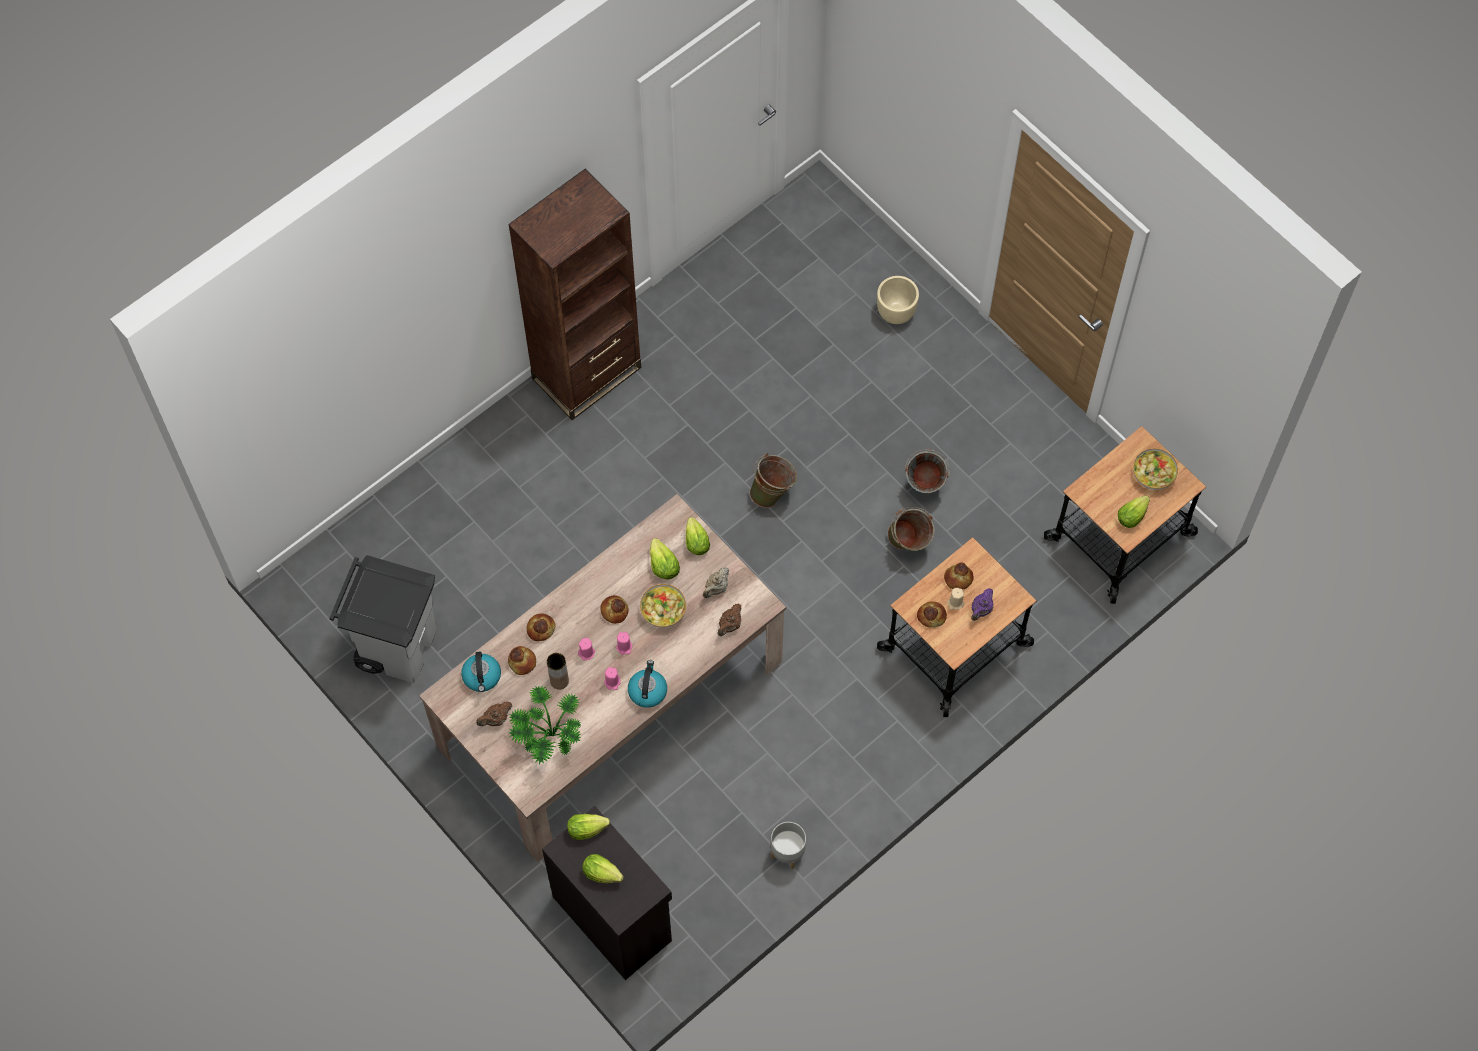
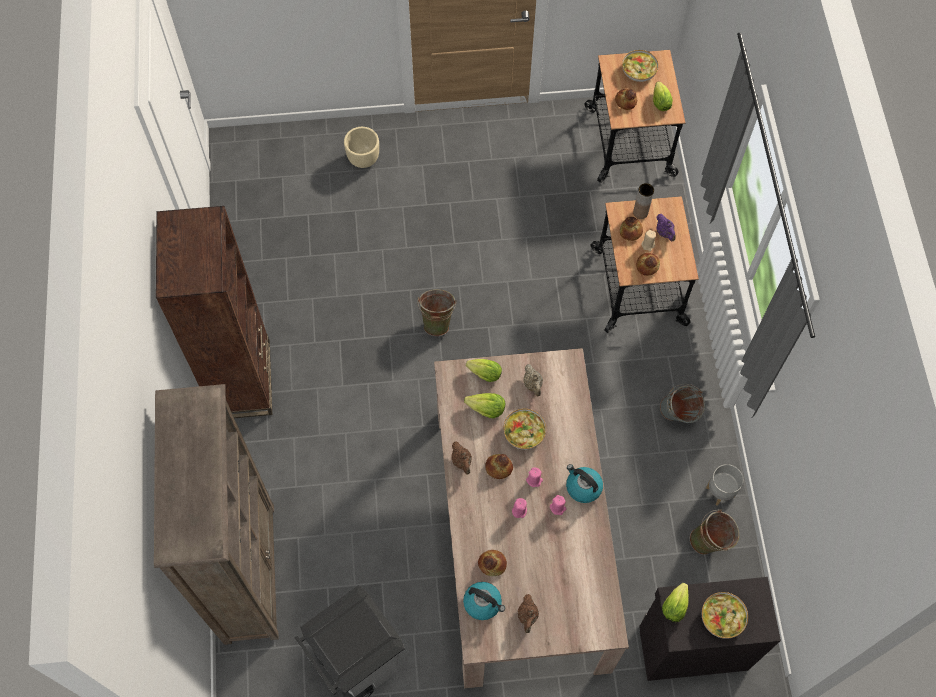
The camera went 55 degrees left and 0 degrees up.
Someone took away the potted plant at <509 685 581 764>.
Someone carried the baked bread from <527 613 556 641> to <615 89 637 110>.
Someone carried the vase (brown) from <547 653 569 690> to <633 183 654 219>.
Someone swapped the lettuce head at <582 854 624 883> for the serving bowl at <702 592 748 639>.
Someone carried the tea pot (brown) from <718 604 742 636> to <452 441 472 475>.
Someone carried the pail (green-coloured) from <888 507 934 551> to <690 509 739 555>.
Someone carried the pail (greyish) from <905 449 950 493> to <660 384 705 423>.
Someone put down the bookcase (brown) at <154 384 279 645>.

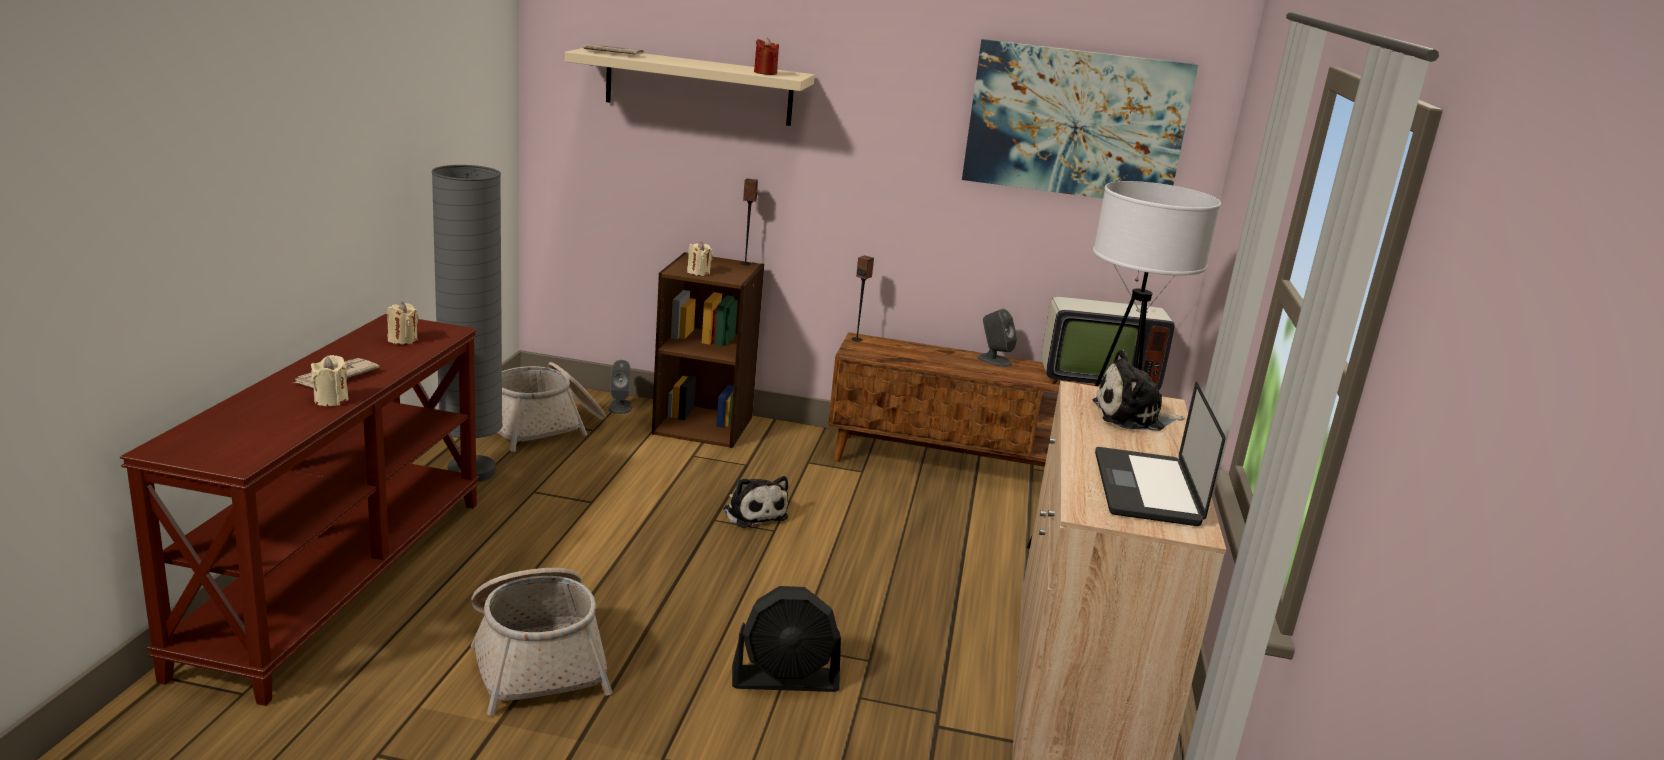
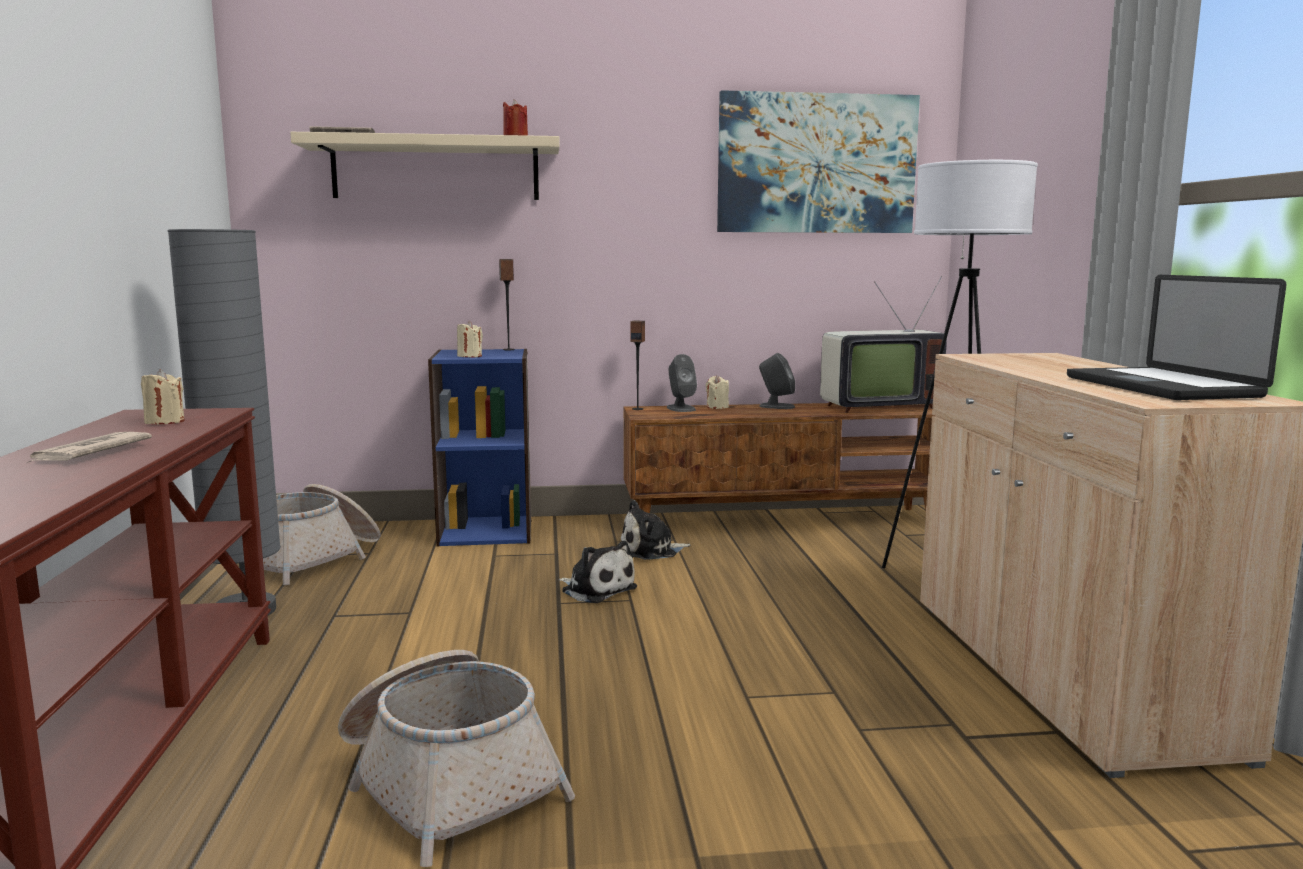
The camera went 15 degrees left and 10 degrees down.
Someone carried the wax light (sand-coloured) from <311 355 349 406> to <706 375 729 409>.
Someone carried the audio speaker (greyish) from <608 360 632 414> to <667 354 697 412>.
Someone repainted the bookcase (brown) at <652 252 764 448>, which became the bookcase (blue-coloured) at <428 349 531 546>.
Someone took away the fan (black) at <732 586 841 692>.
Someone carried the soft toy from <1093 350 1185 431> to <621 500 691 560>.

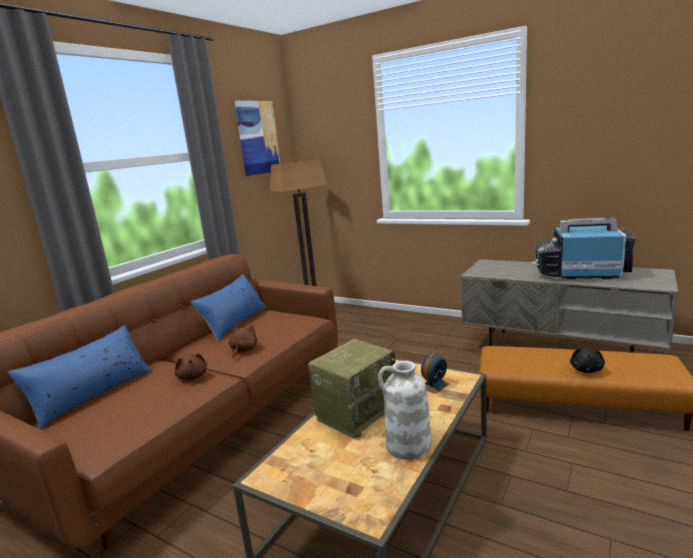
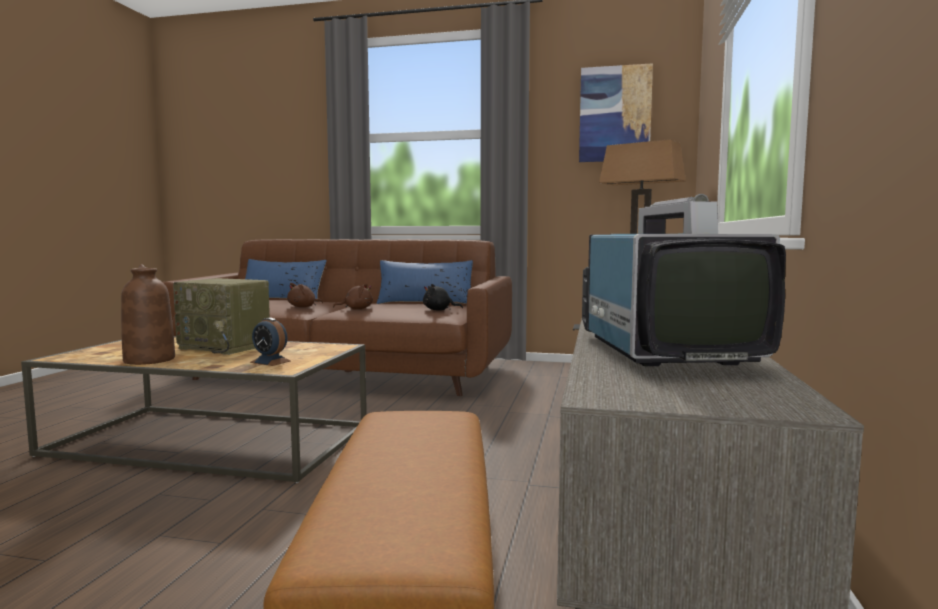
The camera went 70 degrees right and 10 degrees down.
Someone repainted the vase (white-coloured) at <378 361 432 460>, which became the vase (brown) at <121 264 175 365>.
Someone carried the soft toy (black) from <570 347 605 373> to <423 284 463 311>.

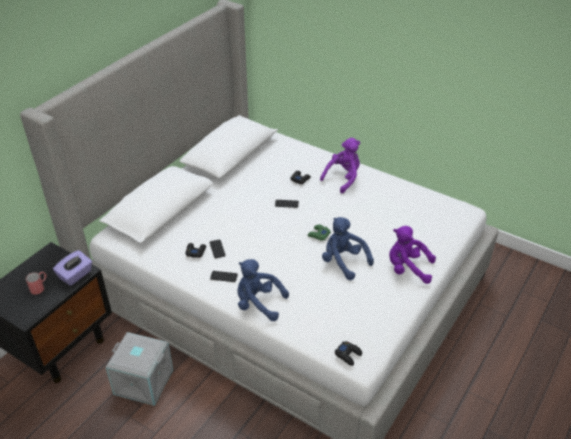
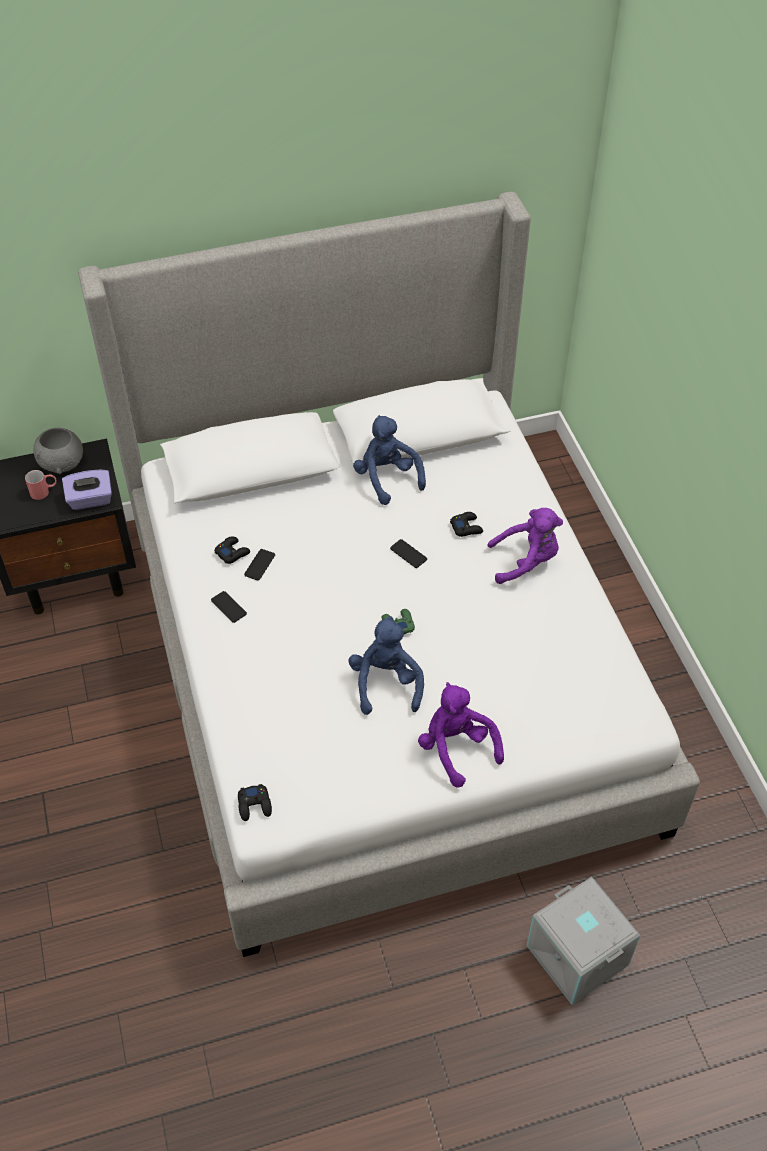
The camera went 40 degrees right and 10 degrees up.
Someone carried the storage box (greyish) from <106 332 173 406> to <526 876 640 1005>.
Someone carried the soft toy (blue-coloured) from <237 259 289 321> to <353 415 426 505>.
Someone put down the serving bowl (greyish) at <33 428 83 474>.

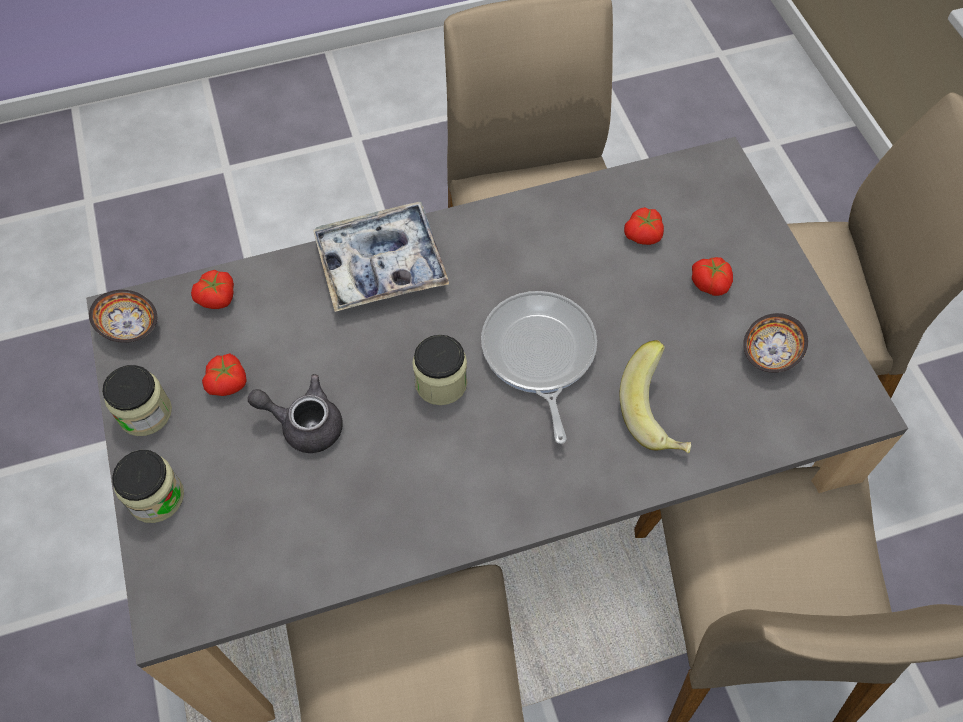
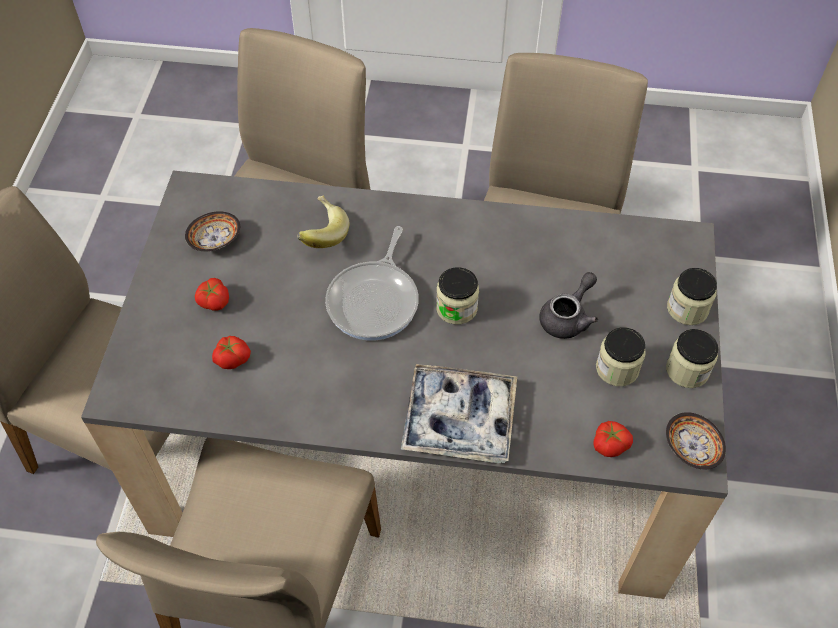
The camera went 155 degrees left and 5 degrees down.
Someone swapped the fresh tomato at <202 354 247 396> for the preserve jar at <596 327 646 386>.
Someone rotated the tea pot (greyish) at <248 374 343 453> by 90 degrees counterclockwise.

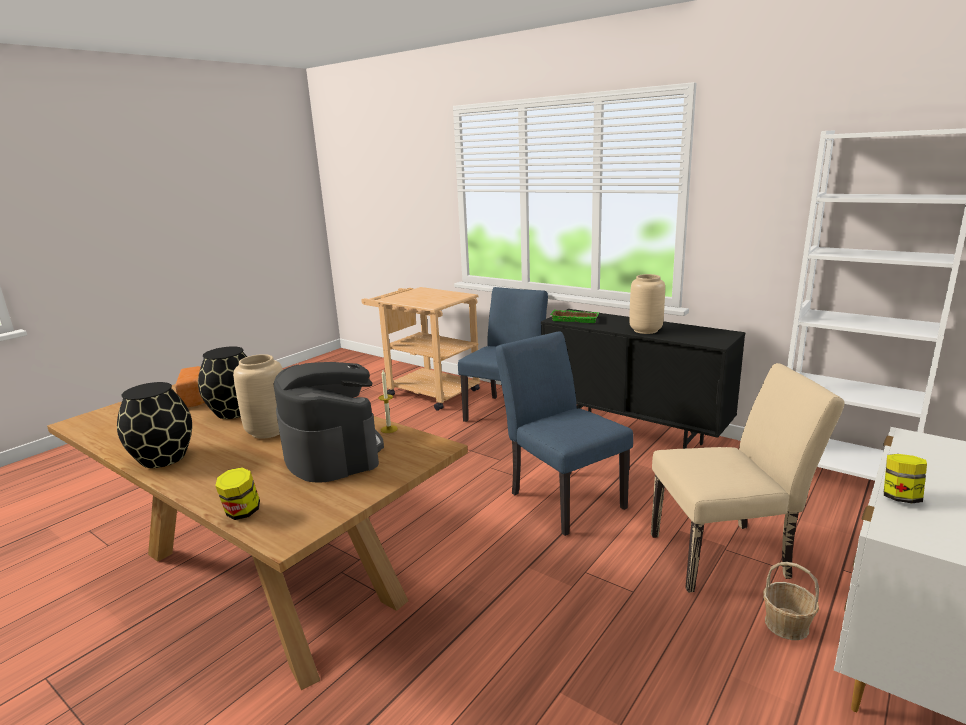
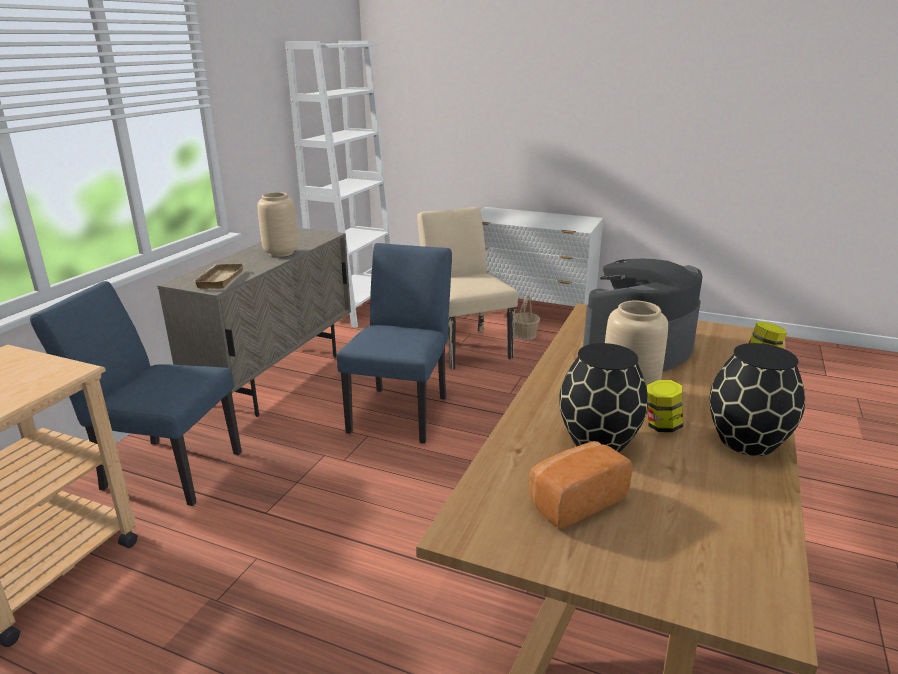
The camera went 105 degrees left and 5 degrees up.
Someone took away the wax light at <379 370 398 433>.
Someone rotated the chair (blue-coloured) at <495 331 633 536> by 150 degrees clockwise.
Someone repainted the cabinet (black) at <541 309 745 449>, which became the cabinet (sand-coloured) at <157 228 351 417>.
Someone repainted the serving tray (green-coloured) at <550 310 600 323>, which became the serving tray (sand-coloured) at <192 263 244 289>.
Someone carried the preserve jar from <884 454 927 503> to <647 380 683 432>.

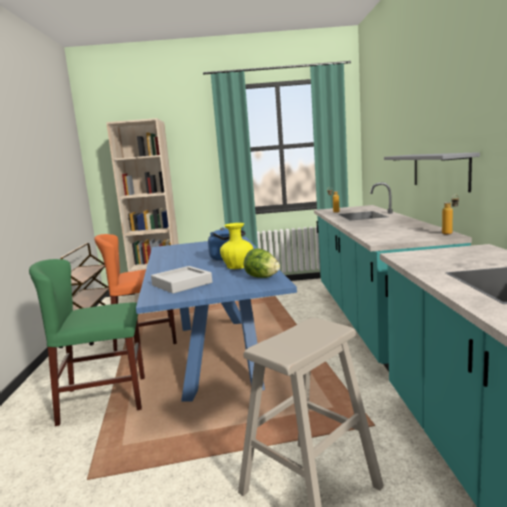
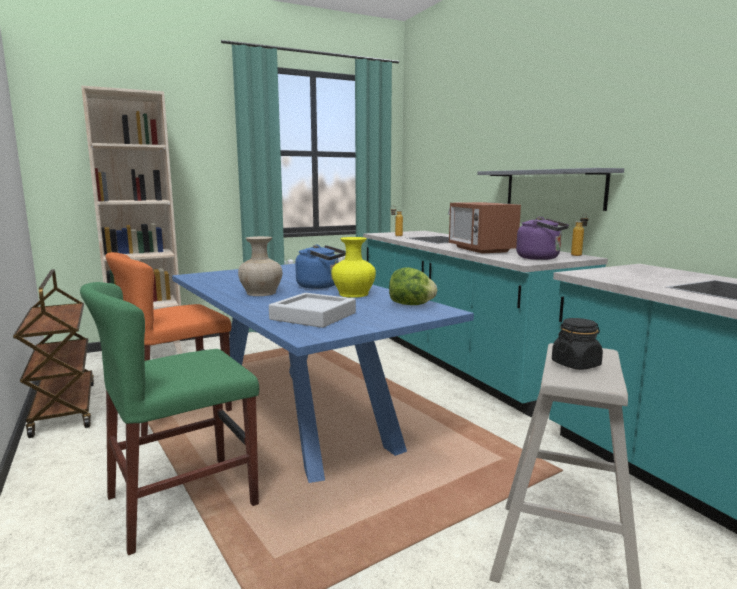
The camera went 25 degrees left and 0 degrees up.
Someone put down the vase (sand-coloured) at <238 236 282 296>.
Someone put down the microwave oven at <449 202 521 253>.
Someone put down the tea kettle (purple-coloured) at <516 217 569 260>.
Someone put down the preserve jar (black) at <552 318 603 370>.

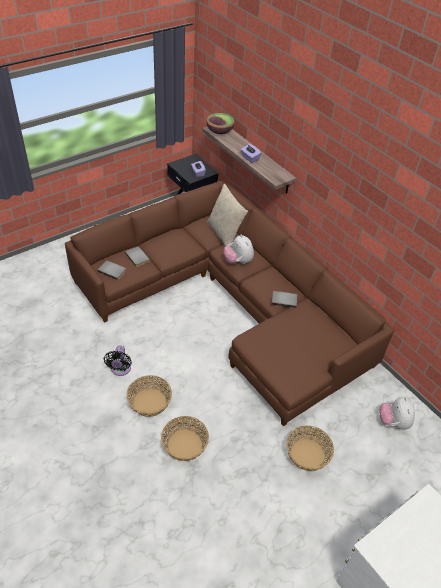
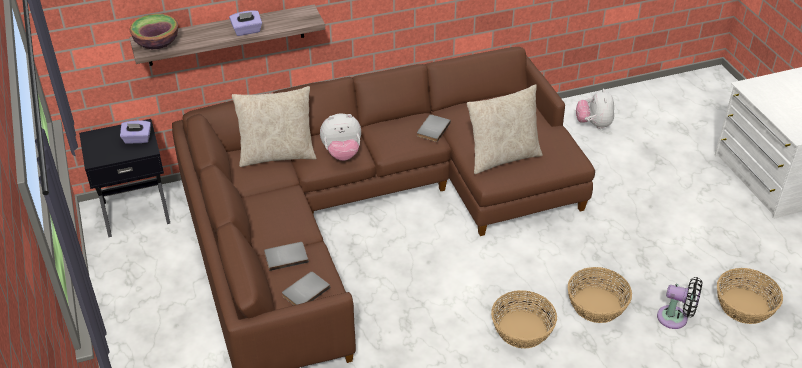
The camera went 70 degrees left and 5 degrees down.
Someone carried the fan (black) from <104 345 132 376> to <657 277 702 329>.
Someone carried the household basket from <286 426 334 471> to <717 268 783 324>.
Someone rotated the soft toy at <379 397 415 430> by 75 degrees clockwise.
Someone put down the throw pillow (sand-coloured) at <467 84 543 174>.

